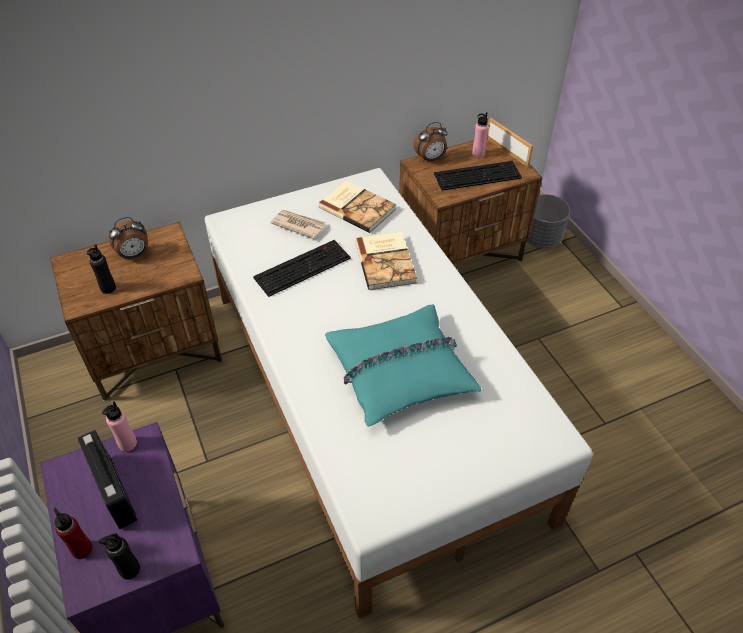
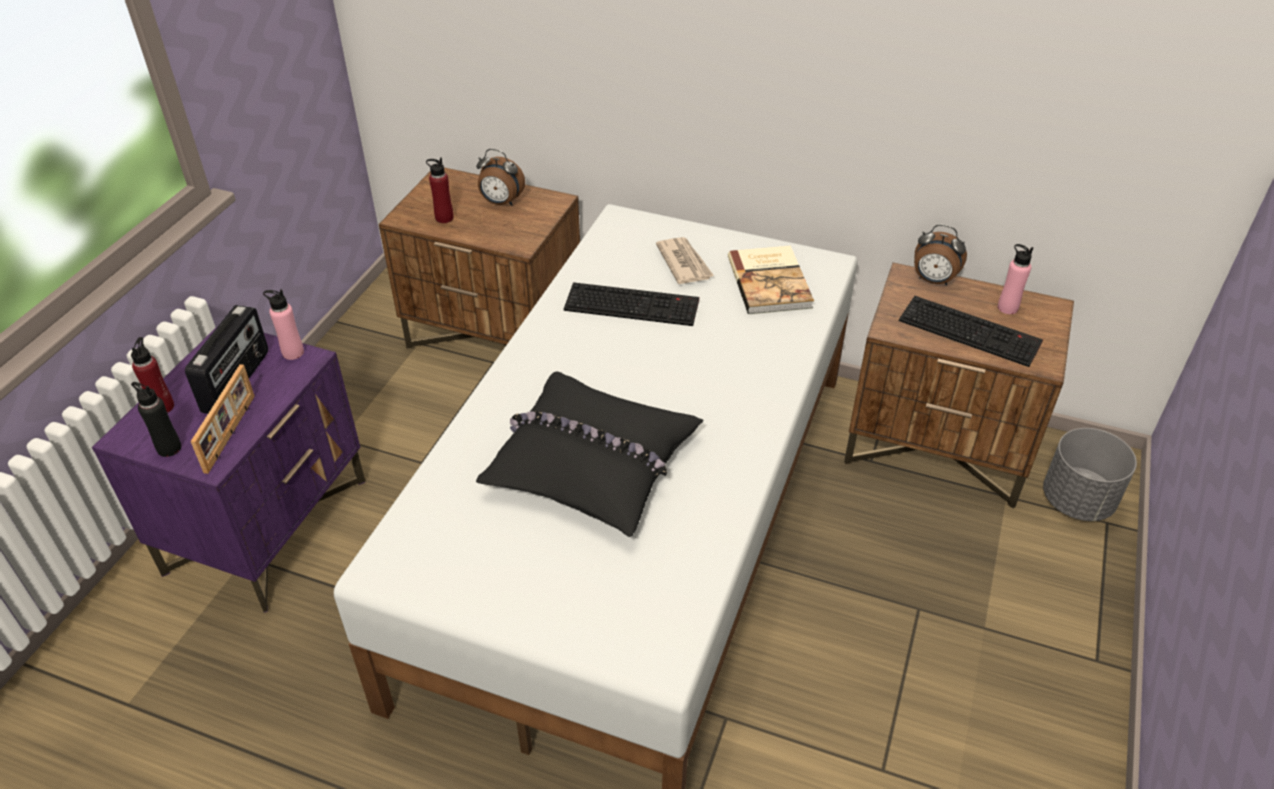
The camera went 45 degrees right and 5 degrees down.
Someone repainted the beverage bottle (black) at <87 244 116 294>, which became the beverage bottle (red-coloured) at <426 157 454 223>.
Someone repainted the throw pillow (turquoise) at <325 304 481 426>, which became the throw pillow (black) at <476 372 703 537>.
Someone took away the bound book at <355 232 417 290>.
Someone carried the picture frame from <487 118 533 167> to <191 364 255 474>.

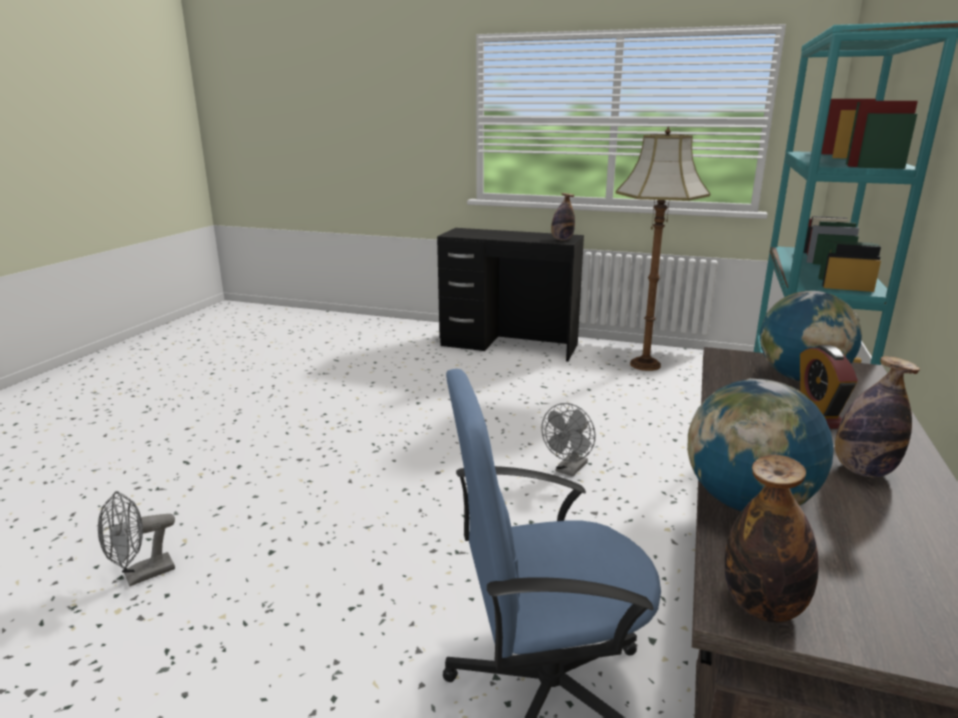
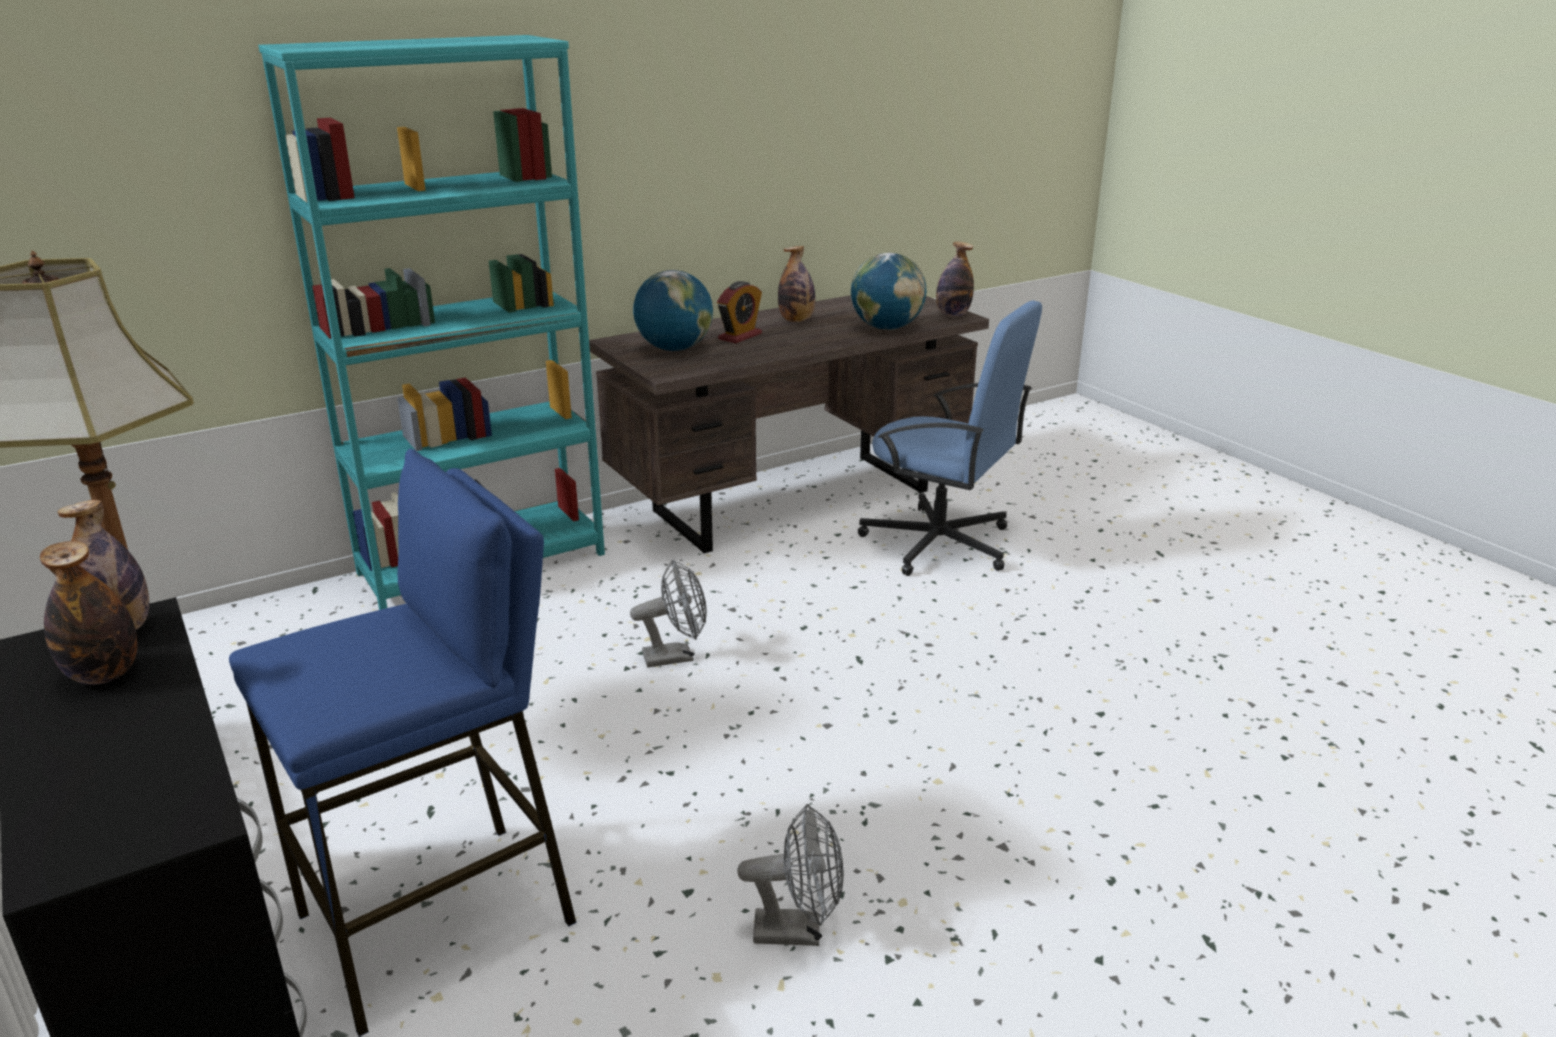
The camera went 140 degrees left and 5 degrees up.
Someone carried the fan (greyish) from <98 491 175 586> to <737 804 844 946>.
Someone put down the beverage bottle at <40 541 137 685>.
Someone put down the stool seat (blue-coloured) at <229 449 576 1037>.

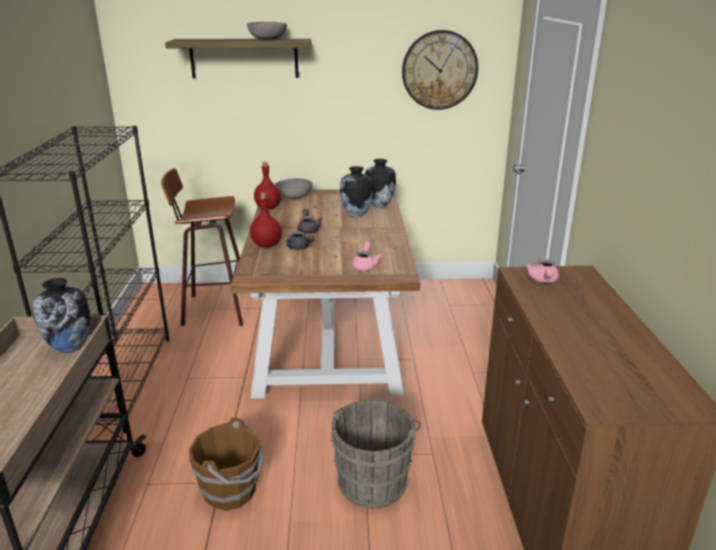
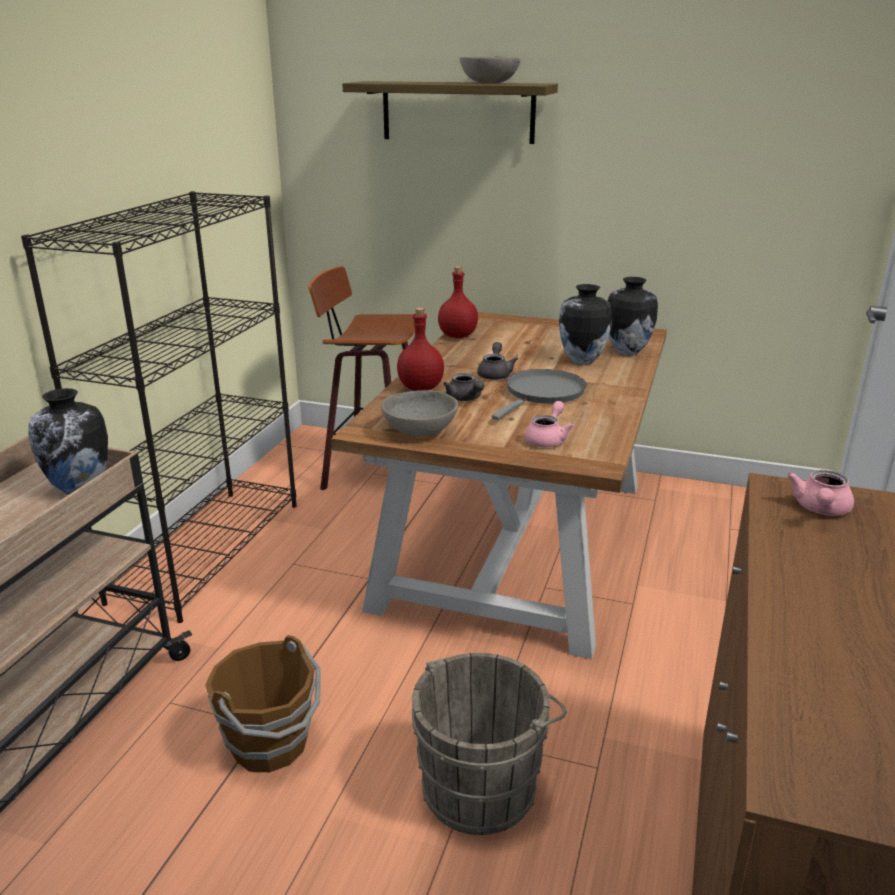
The camera went 20 degrees right and 0 degrees up.
Someone carried the serving bowl (greyish) from <275 178 312 199> to <381 390 459 436>.
Someone took away the hanging clock at <402 30 478 110>.
Someone put down the frying pan (greyish) at <492 369 586 420>.

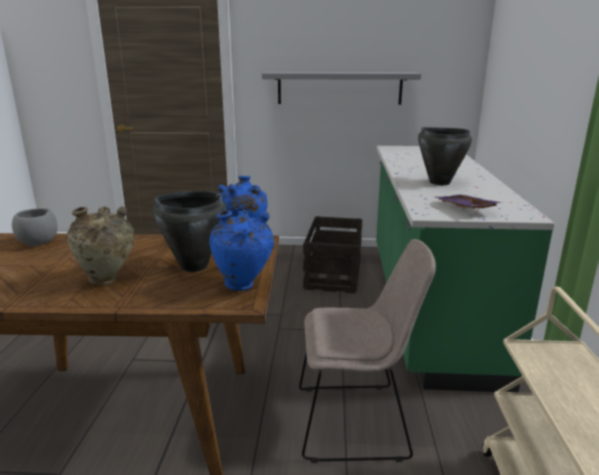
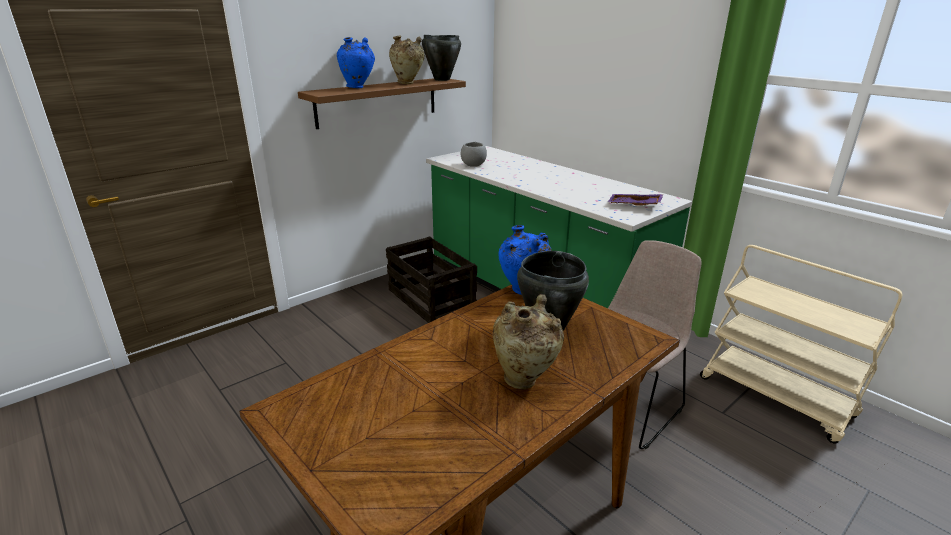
The camera went 45 degrees left and 5 degrees up.
Someone carried the serving bowl (greyish) from <12 208 58 246> to <461 142 487 167>.
Someone carried the vase (blue-coloured) from <209 210 274 291> to <337 37 375 88>.
Someone repainted the shelf (greyish) at <262 72 421 105>, which became the shelf (brown) at <298 78 466 129>.
Someone carried the stockpot (black) from <418 127 472 185> to <422 35 461 81>.
Someone put down the vase (sand-coloured) at <389 36 424 84>.

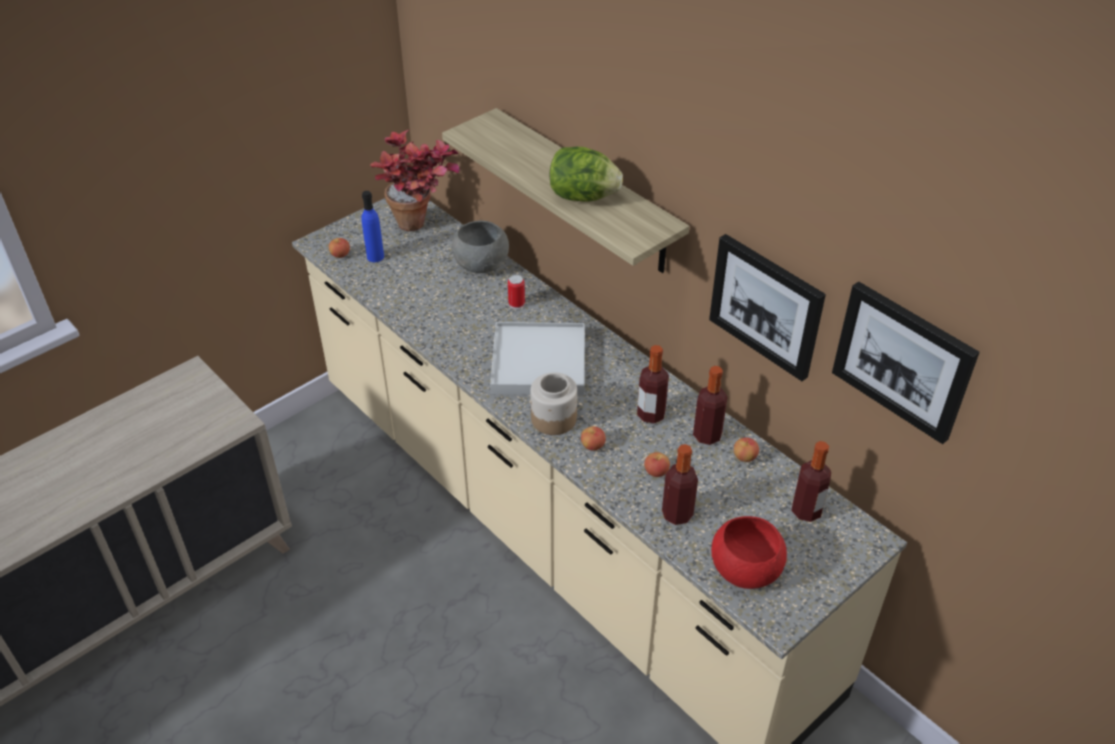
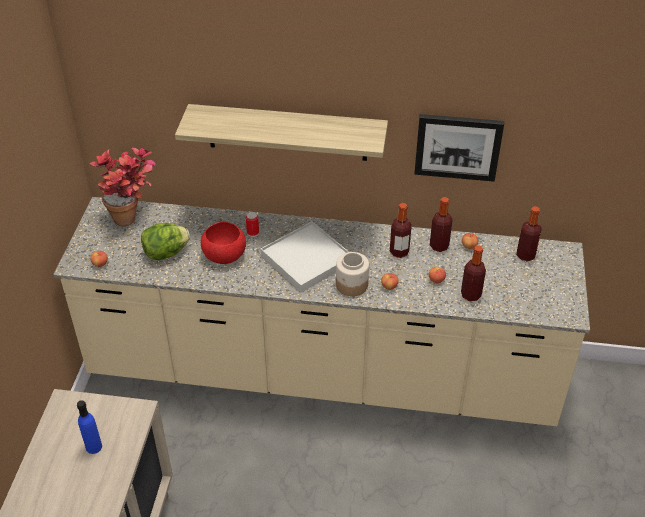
The camera went 40 degrees left and 0 degrees up.
Someone carried the beverage bottle (blue-coloured) from <362 191 384 262> to <77 400 102 454>.
Someone took away the serving bowl (greyish) at <452 220 509 273>.
Someone carried the lettuce head from <549 147 623 202> to <141 223 190 260>.
Someone carried the serving bowl (red-coloured) from <711 516 787 589> to <201 222 246 264>.
Someone took away the picture at <832 281 980 444>.

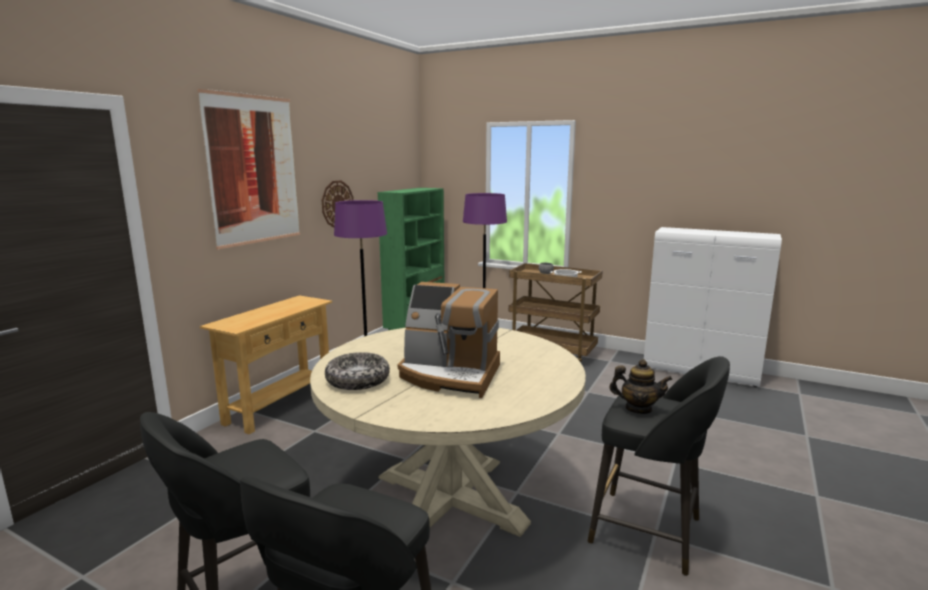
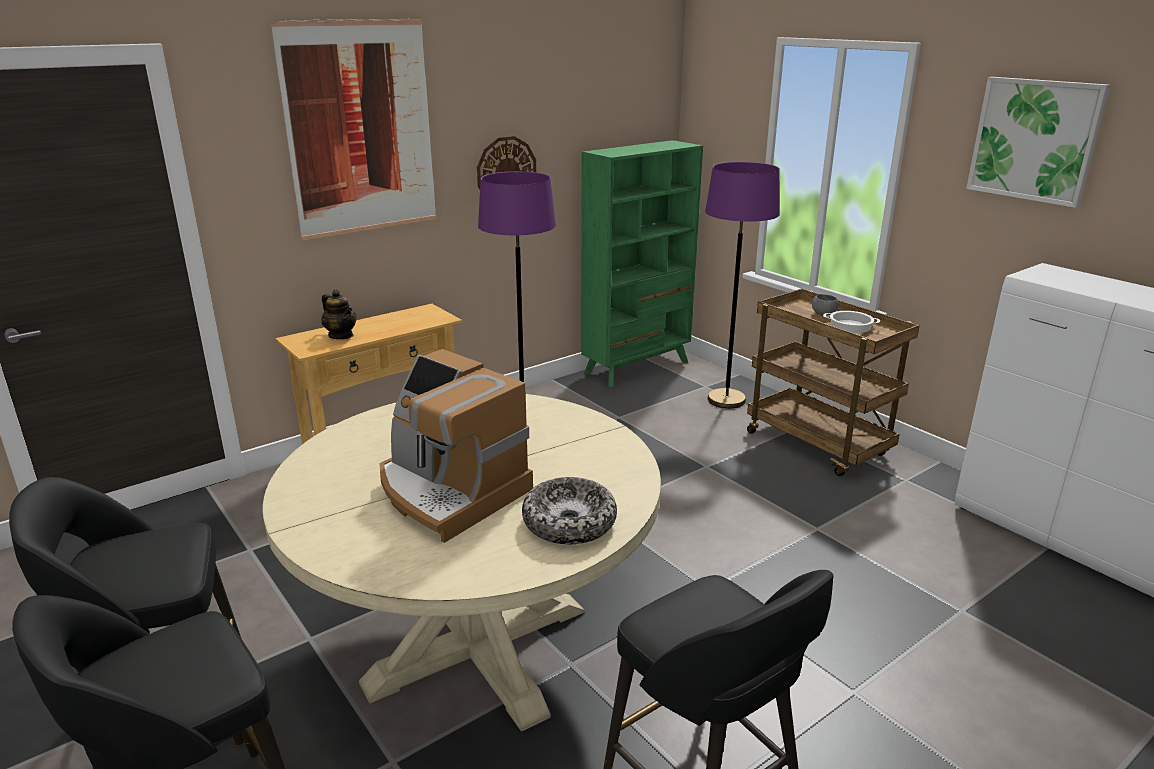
The camera went 25 degrees right and 10 degrees up.
Someone carried the serving bowl from <325 352 390 390> to <522 477 617 544>.
Someone carried the tea pot from <609 359 673 414> to <321 290 356 339>.
Someone put up the picture at <966 77 1110 208>.

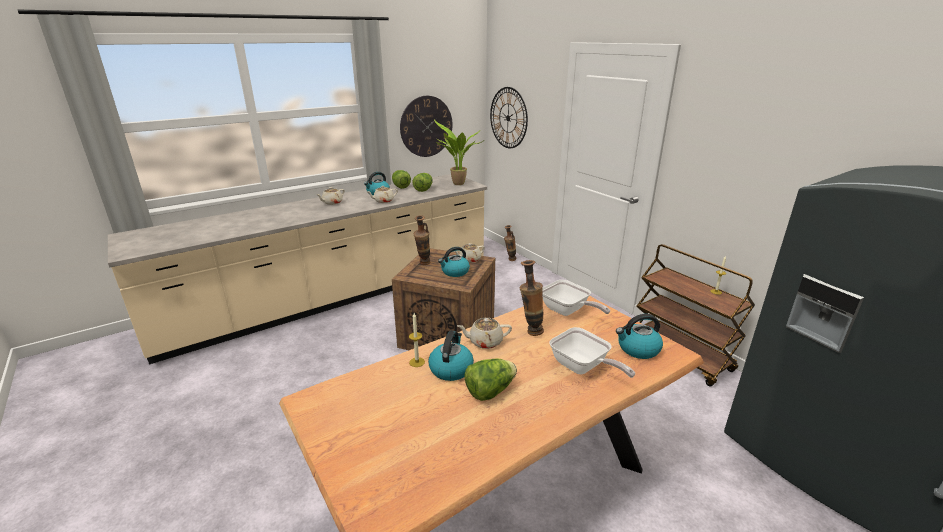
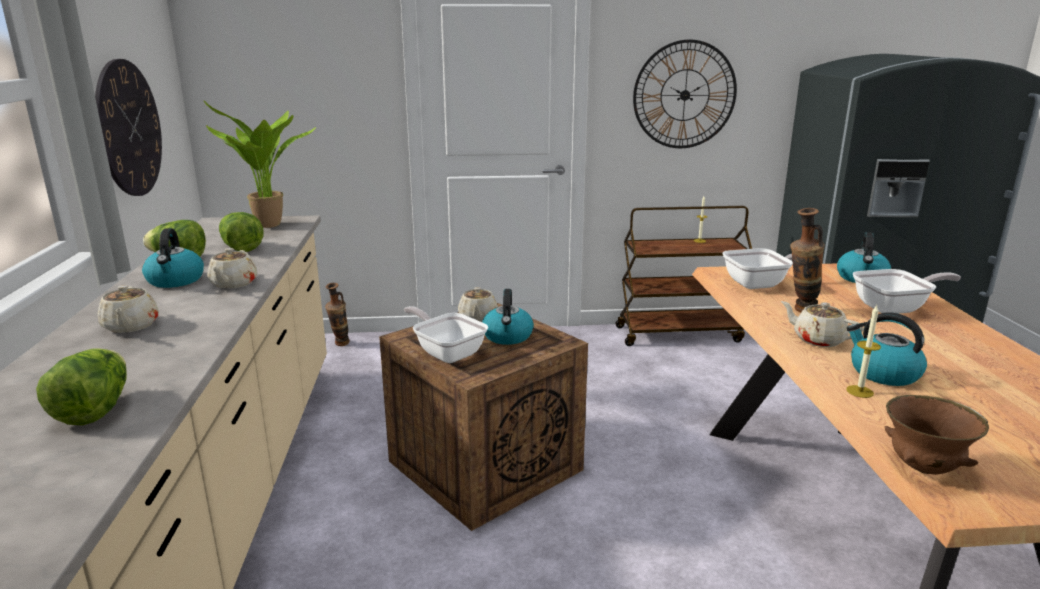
The camera went 60 degrees left and 5 degrees down.
Someone swapped the vase at <414 215 431 265> for the frying pan at <404 306 488 363>.
Someone rotated the tea pot (sand-coloured) at <457 318 512 349> by 105 degrees clockwise.
Someone carried the lettuce head from <464 359 517 401> to <36 348 127 425>.
Someone carried the hanging clock from <490 87 528 148> to <633 39 737 148>.
Someone put down the serving bowl (brown) at <885 395 989 475>.

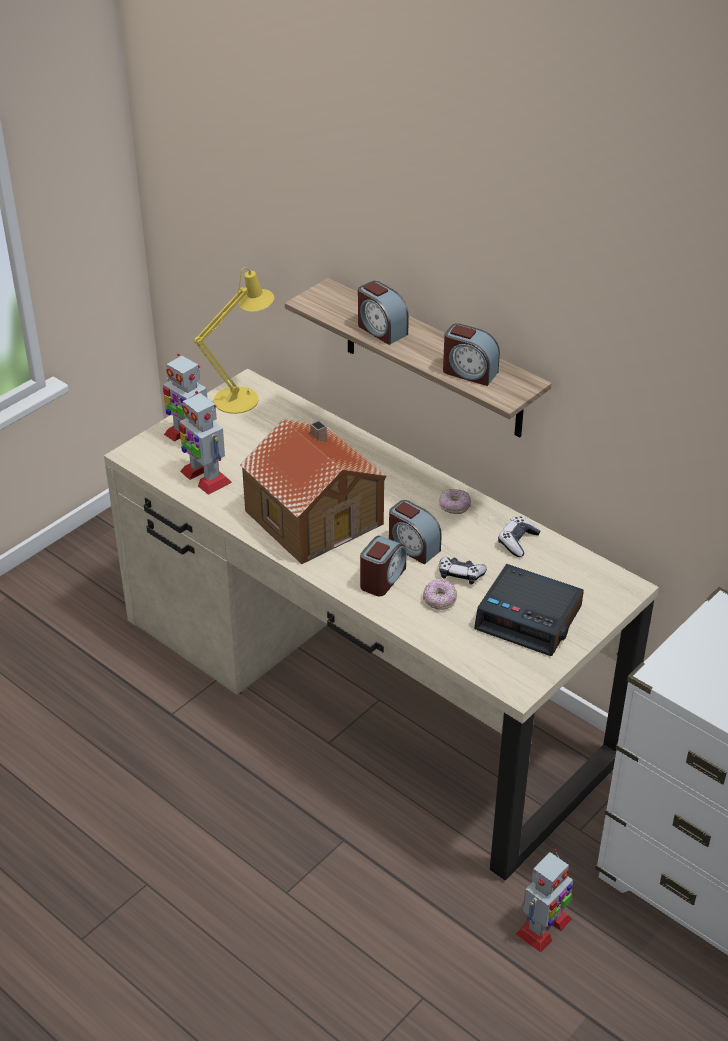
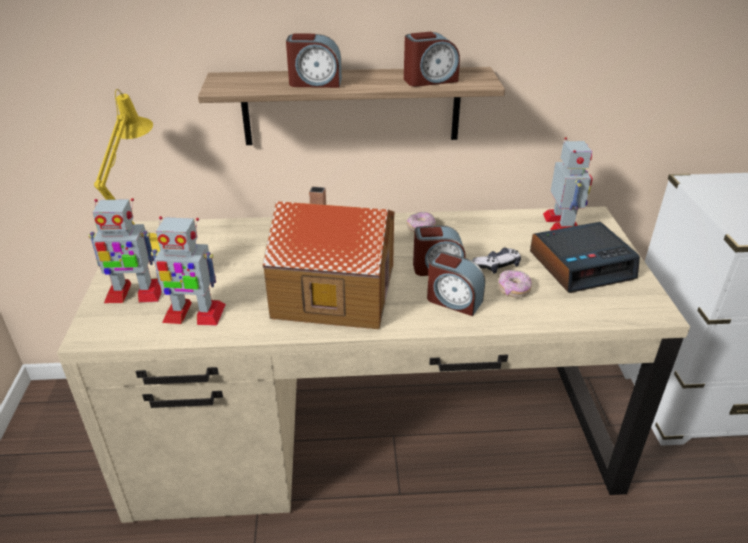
The camera went 45 degrees left and 5 degrees down.
Someone rotated the table clock at <360 536 407 596> by 135 degrees clockwise.
Someone took away the joypad at <498 516 540 557>.
Someone carried the model robot from <515 849 573 953> to <543 137 593 230>.

